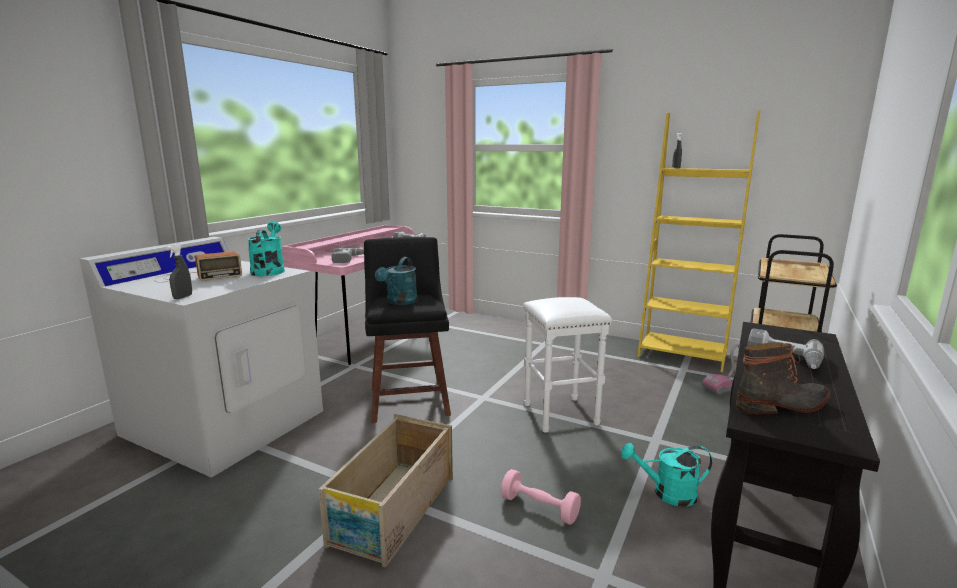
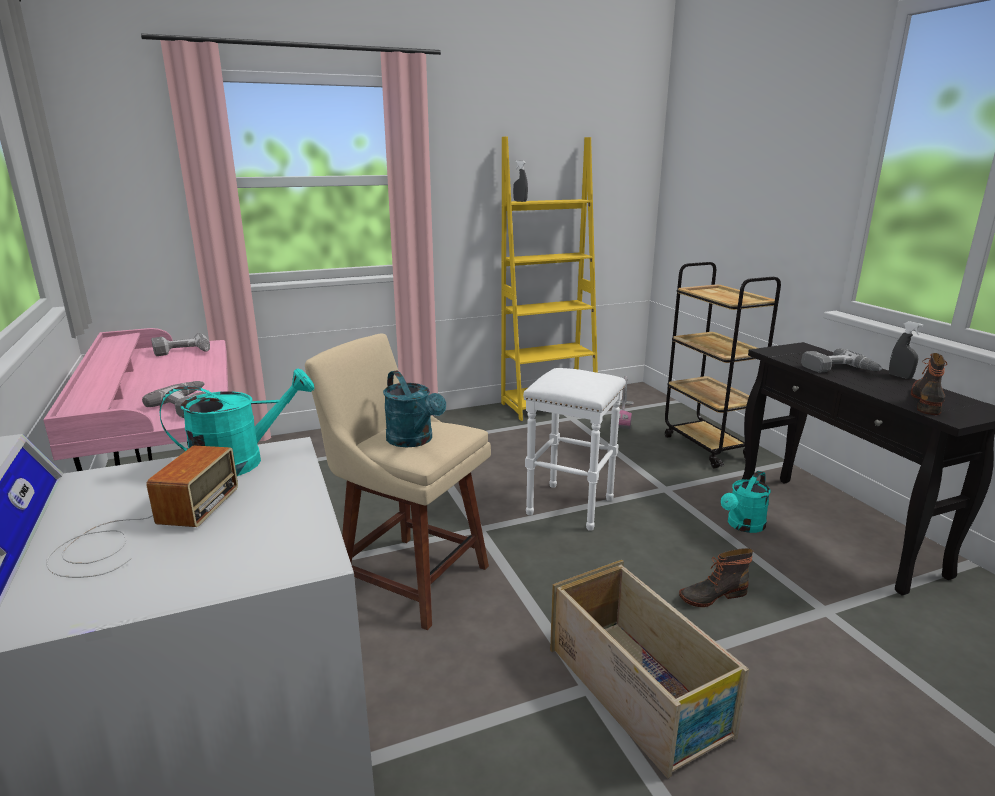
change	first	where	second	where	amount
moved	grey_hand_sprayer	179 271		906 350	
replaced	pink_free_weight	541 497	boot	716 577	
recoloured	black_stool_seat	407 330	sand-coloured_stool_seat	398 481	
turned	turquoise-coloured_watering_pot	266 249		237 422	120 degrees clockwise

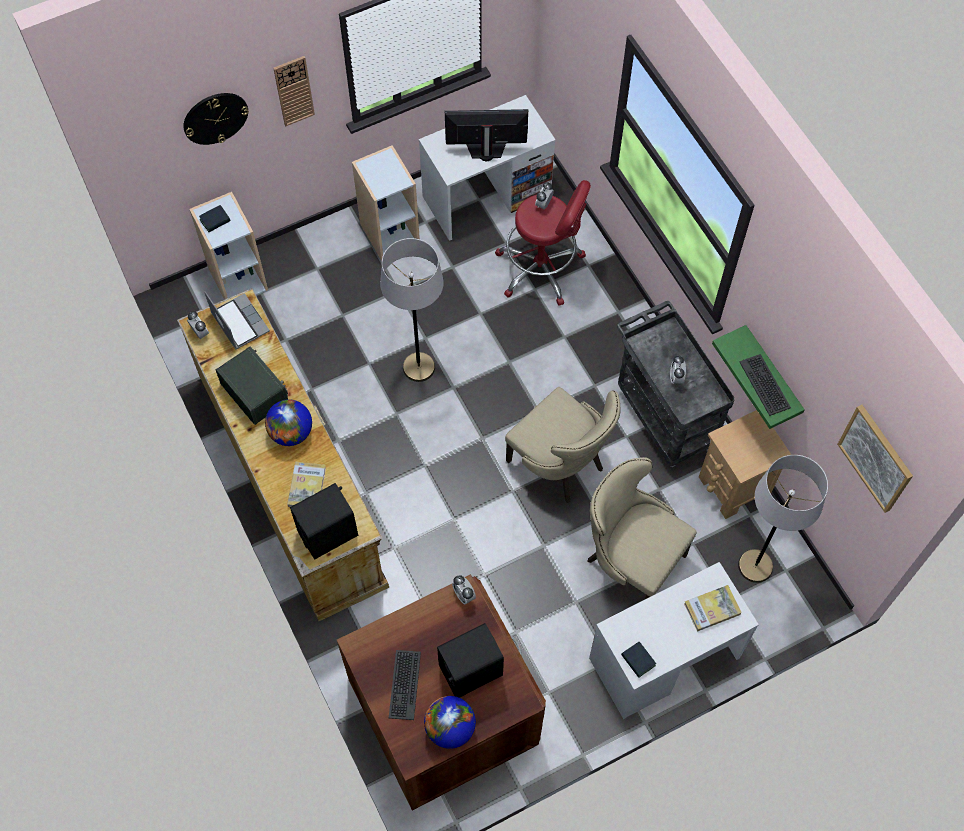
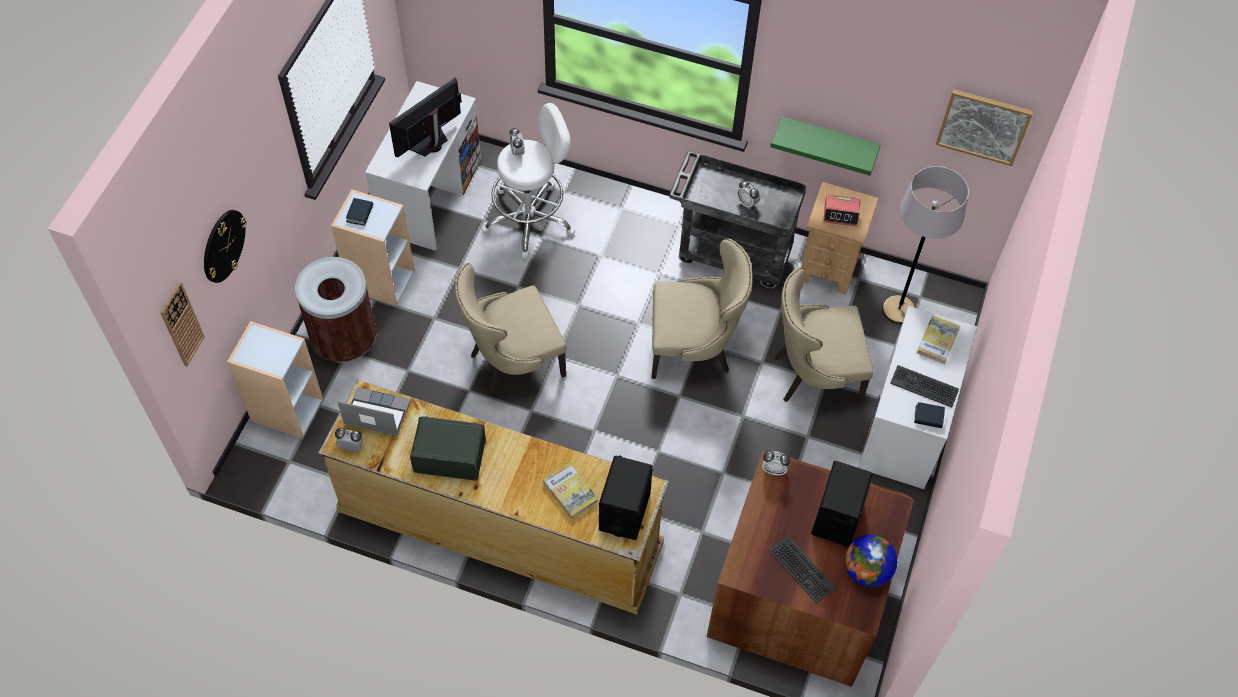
change	first	where	second	where	amount
removed	globe	288 422			
added			brown_trash_can	336 310	
added			alarm_clock	842 210	
moved	bound_book	214 218		359 212	
moved	clock_on_the_wall	294 91		182 324	
moved	PC_keyboard	765 385		924 386	
replaced	grey_floor_lamp	412 310	sand-coloured_upright_chair	511 329	
recoloured	red-coloured_stool_seat	543 243	whitish_stool_seat	528 181	

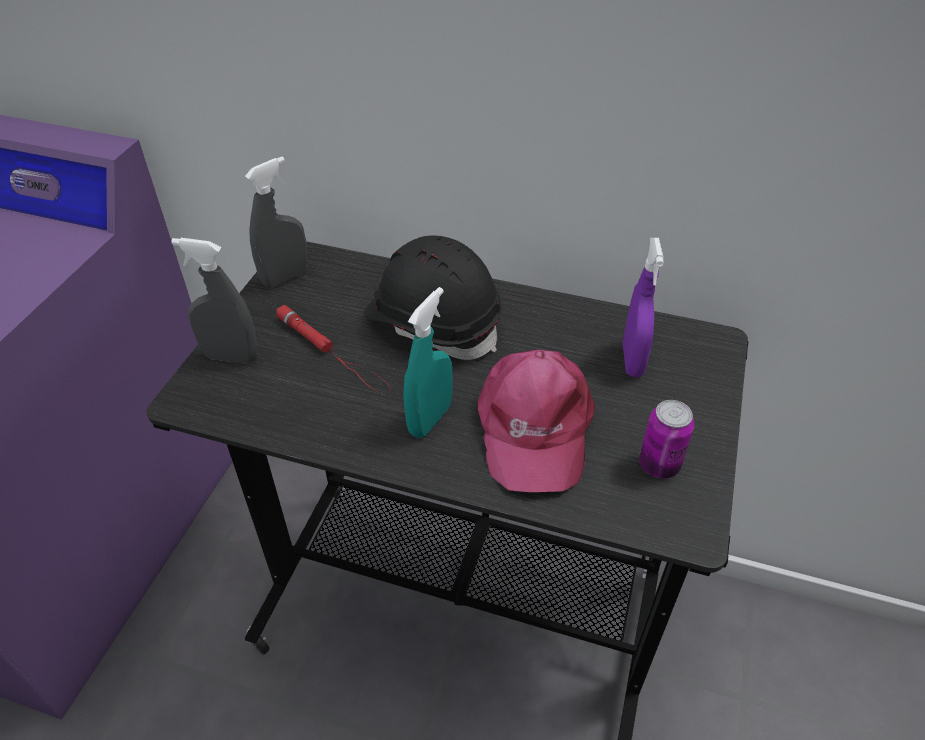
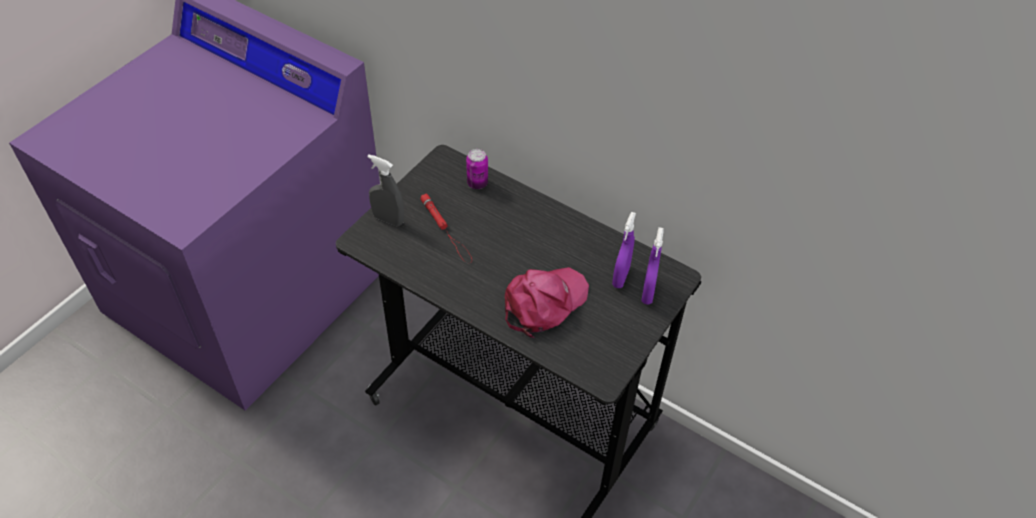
change	first	where	second	where	amount
removed	grey_hand_sprayer	276 222			
removed	black_work_helmet	433 298			
removed	turquoise-coloured_hand_sprayer	428 362			
added			purple-coloured_hand_sprayer	652 266	
moved	can	666 439		477 169	
turned	pink_peaked_cap	536 421		547 302	150 degrees counterclockwise

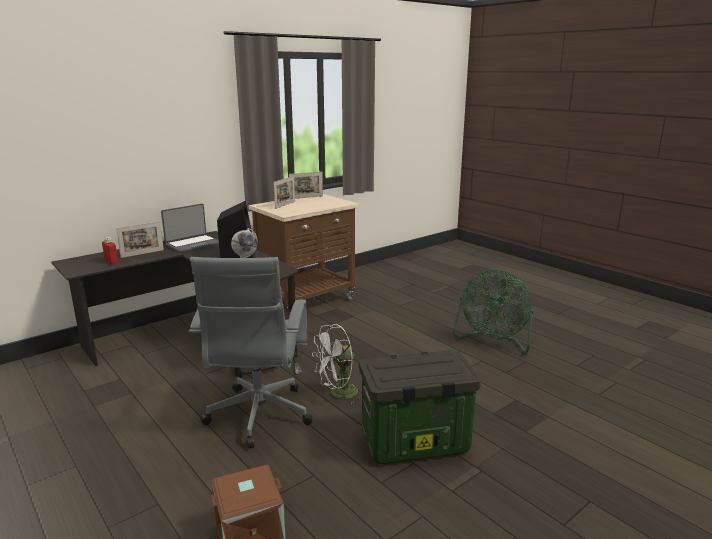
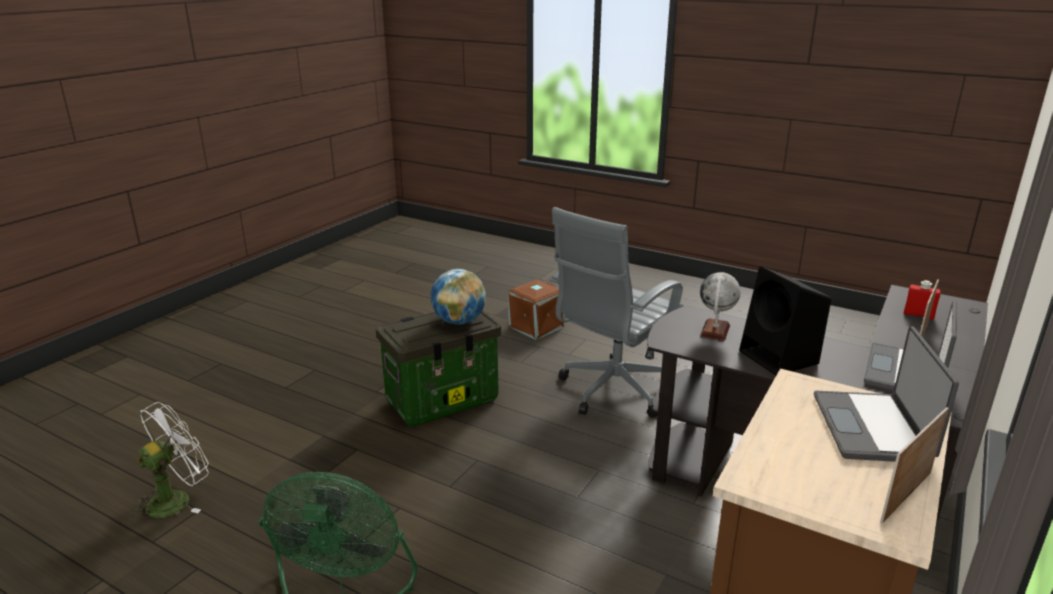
change	first	where	second	where	amount
added			globe	458 297	
moved	whitish_electric_fan	337 364		169 460	
replaced	photo_frame	284 192	portable_computer	886 394	
turned	grey_desk_chair	251 353		616 312	120 degrees counterclockwise

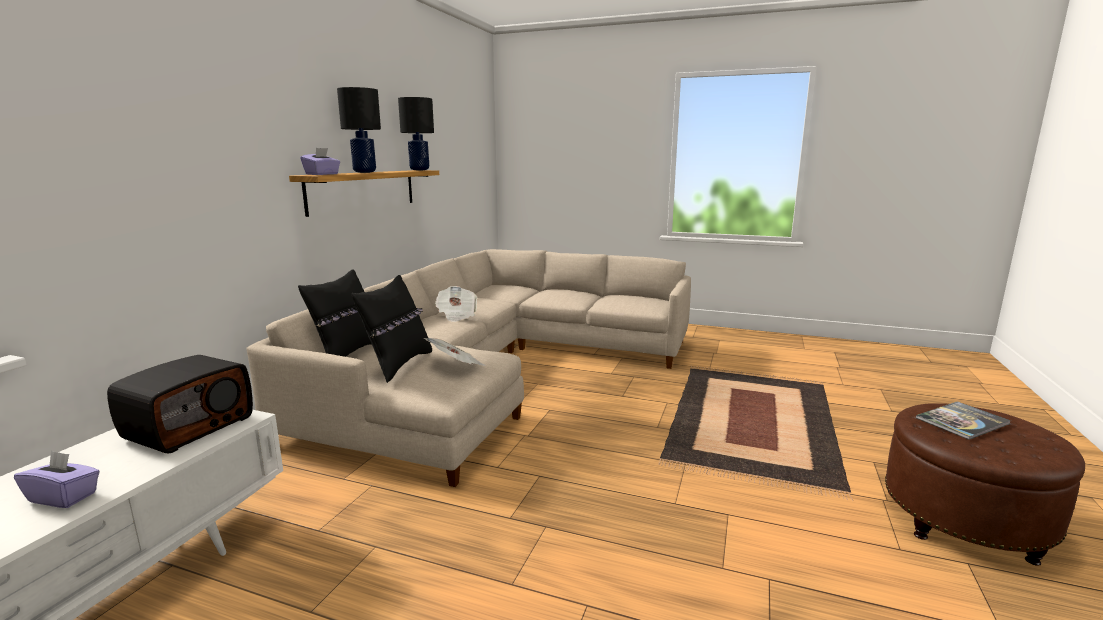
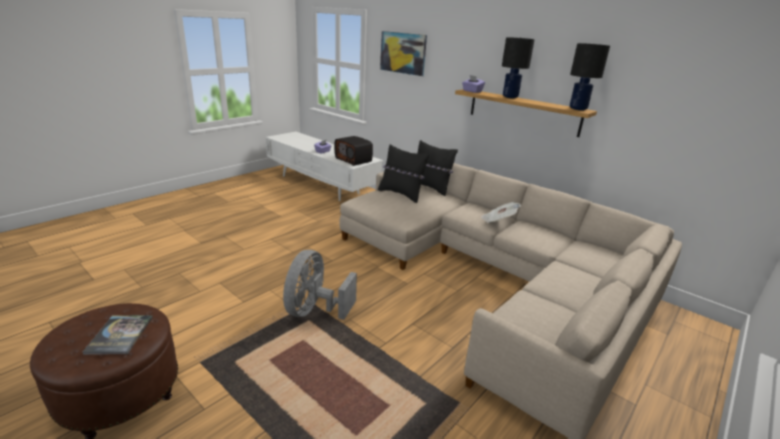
change	first	where	second	where	amount
removed	newspaper	455 352			
added			grey_electric_fan	320 285	
added			picture	403 53	

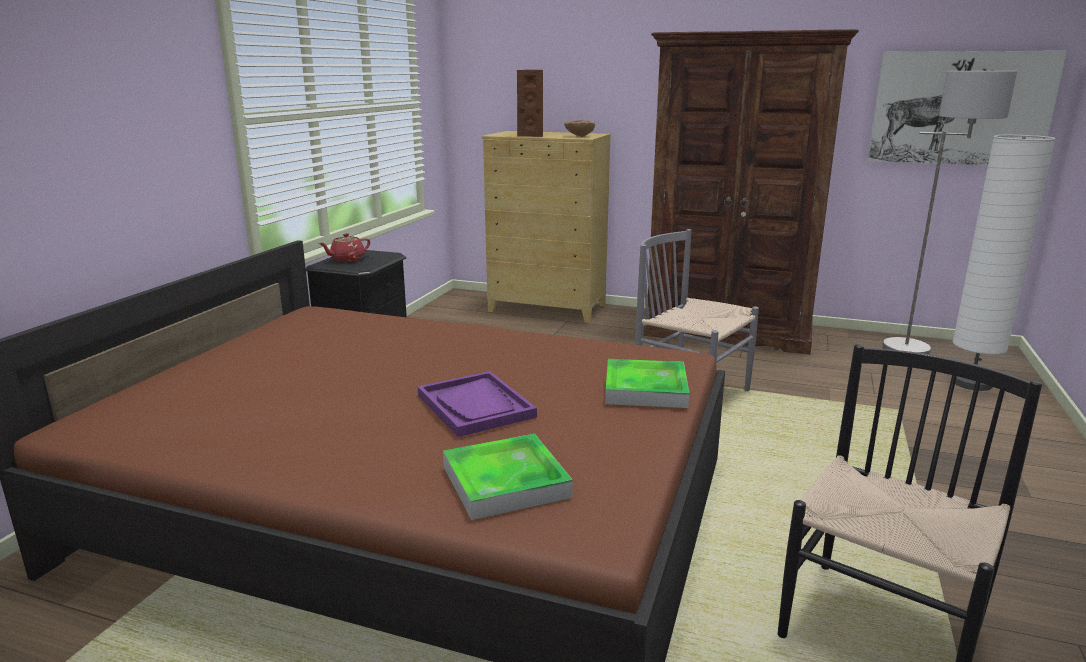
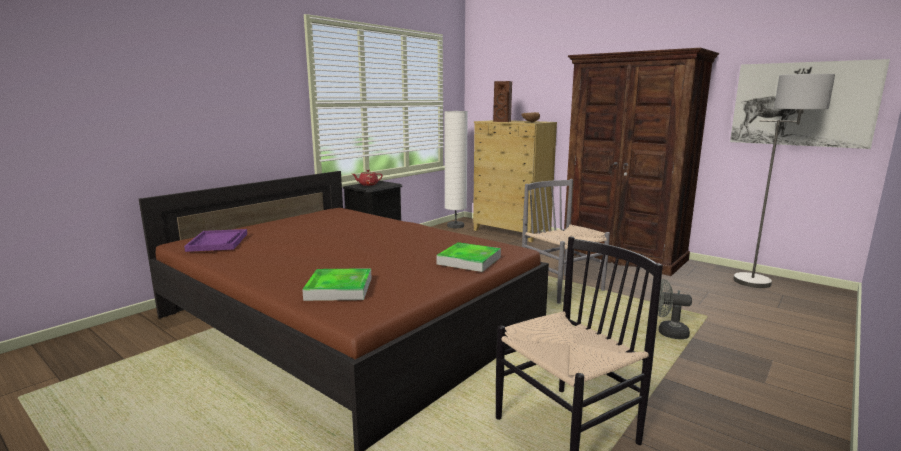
change	first	where	second	where	amount
added			grey_electric_fan	675 309	
moved	purple-coloured_serving_tray	477 404		215 240	
moved	whitish_floor_lamp	1004 263		456 169	

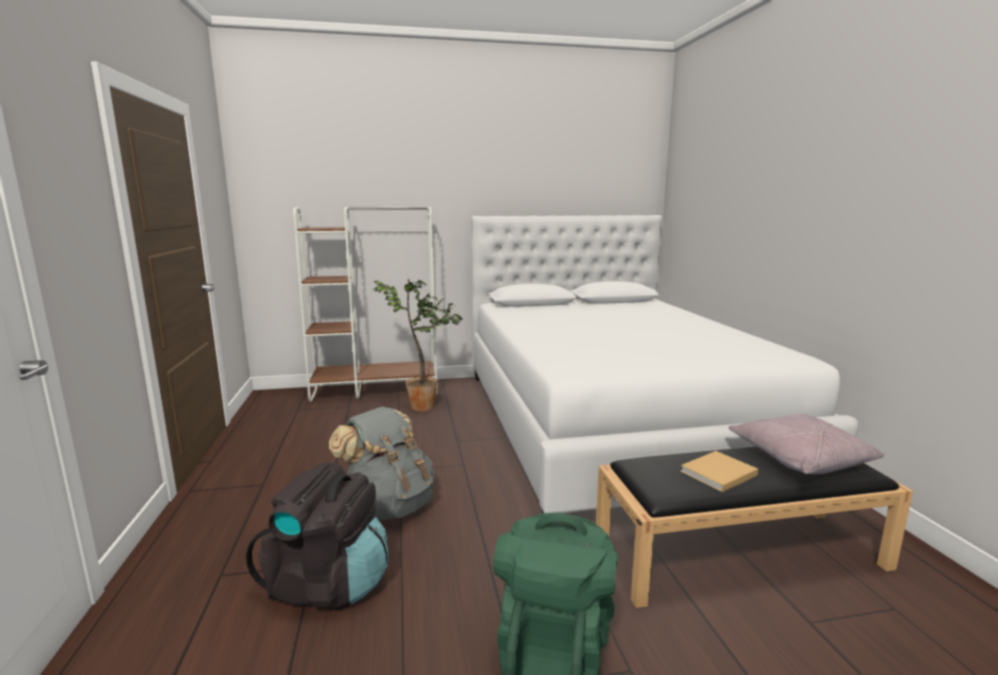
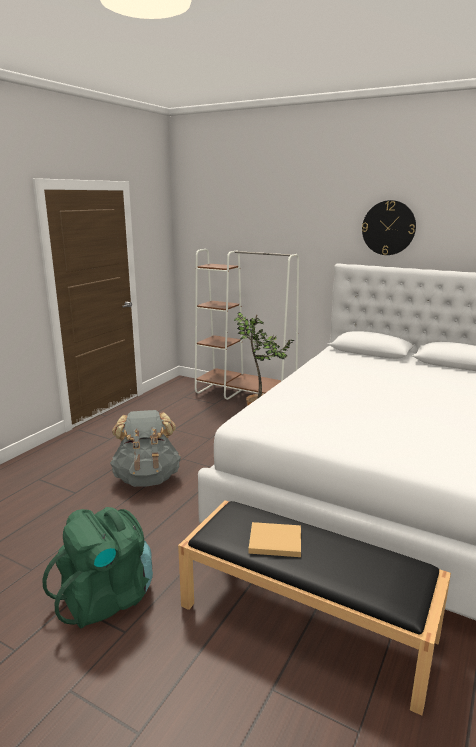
change	first	where	second	where	amount
removed	black_backpack	317 536			
removed	purple-coloured_throw_pillow	806 444			
added			clock_on_the_wall	389 227	

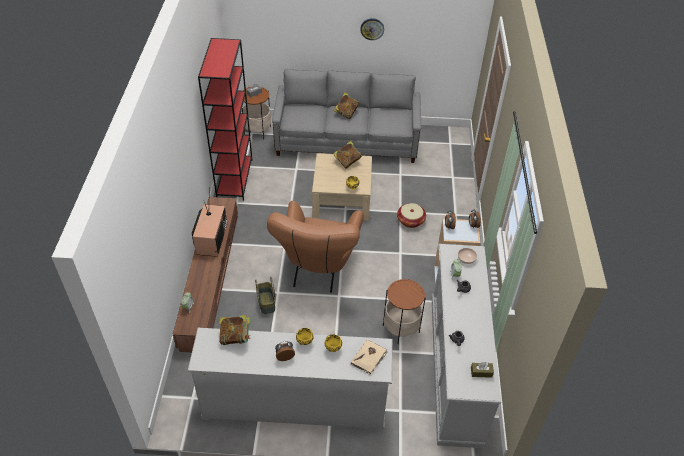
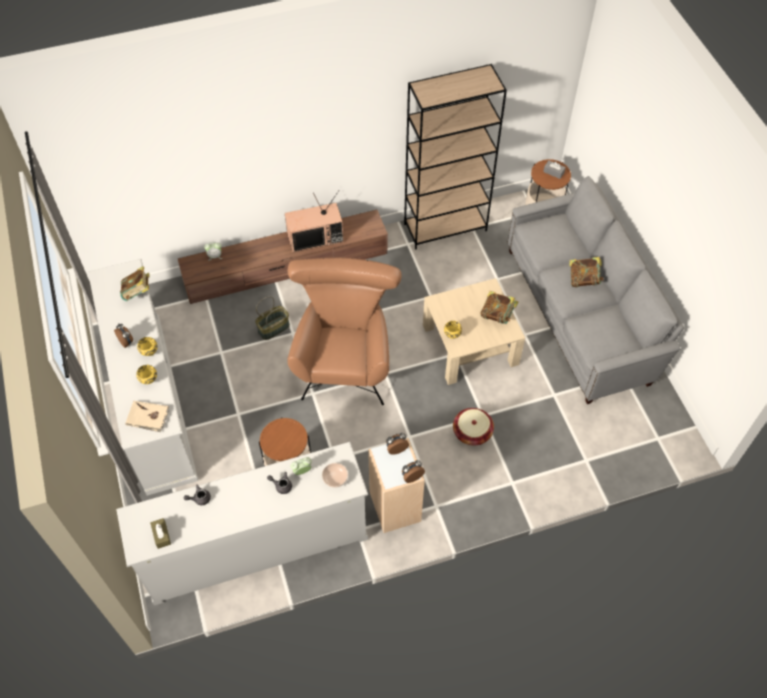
change	first	where	second	where	amount
removed	clock_on_the_wall	372 29			
recoloured	red-coloured_bookshelf	225 119	sand-coloured_bookshelf	455 157	
turned	brown_armchair	315 247		344 331	105 degrees clockwise

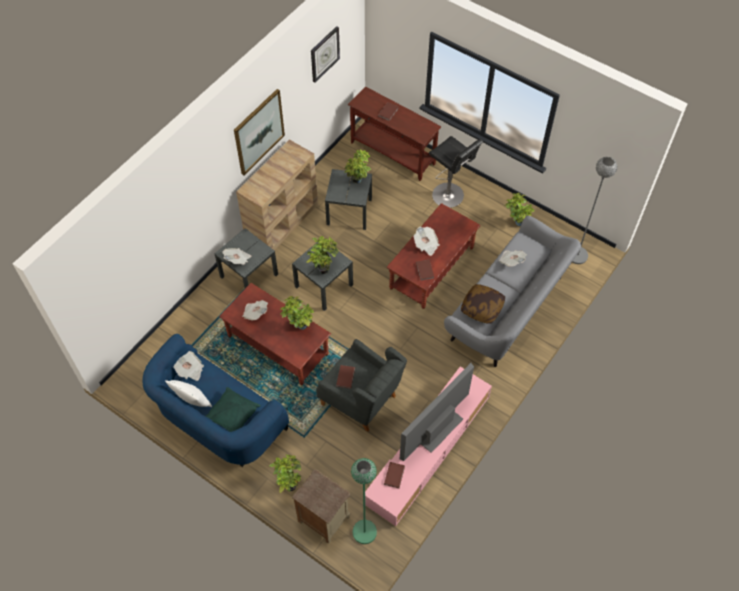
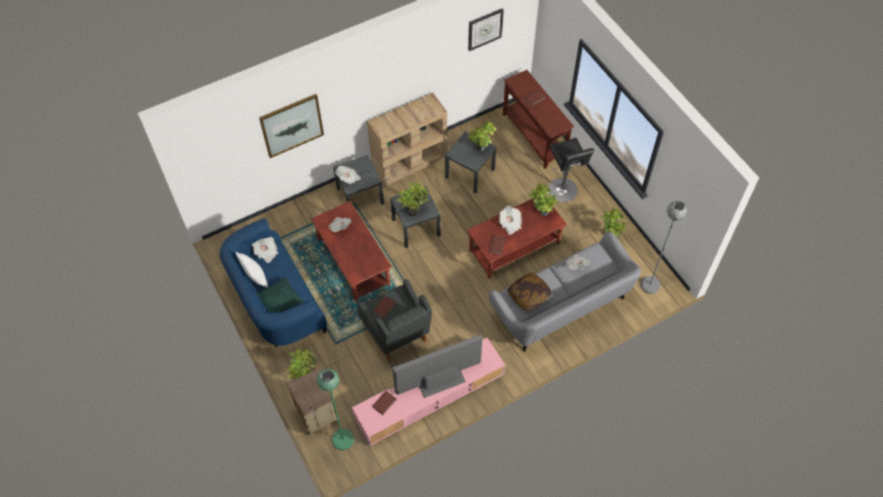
change	first	where	second	where	amount
moved	picture	259 132		291 126	
moved	plant_in_a_pot	297 313		543 200	

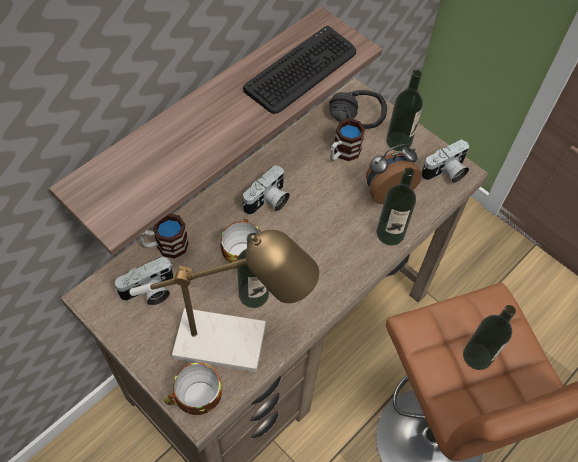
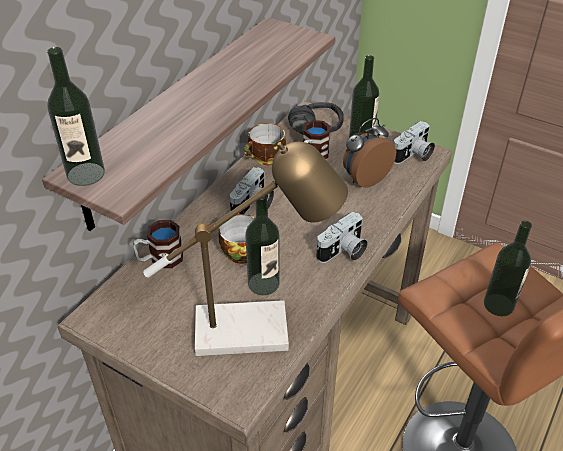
change	first	where	second	where	amount
removed	PC_keyboard	299 70			
moved	photo_camera	144 281		342 237	
moved	small_cup	193 389		265 144	
moved	beverage_bottle	396 206		76 116	

